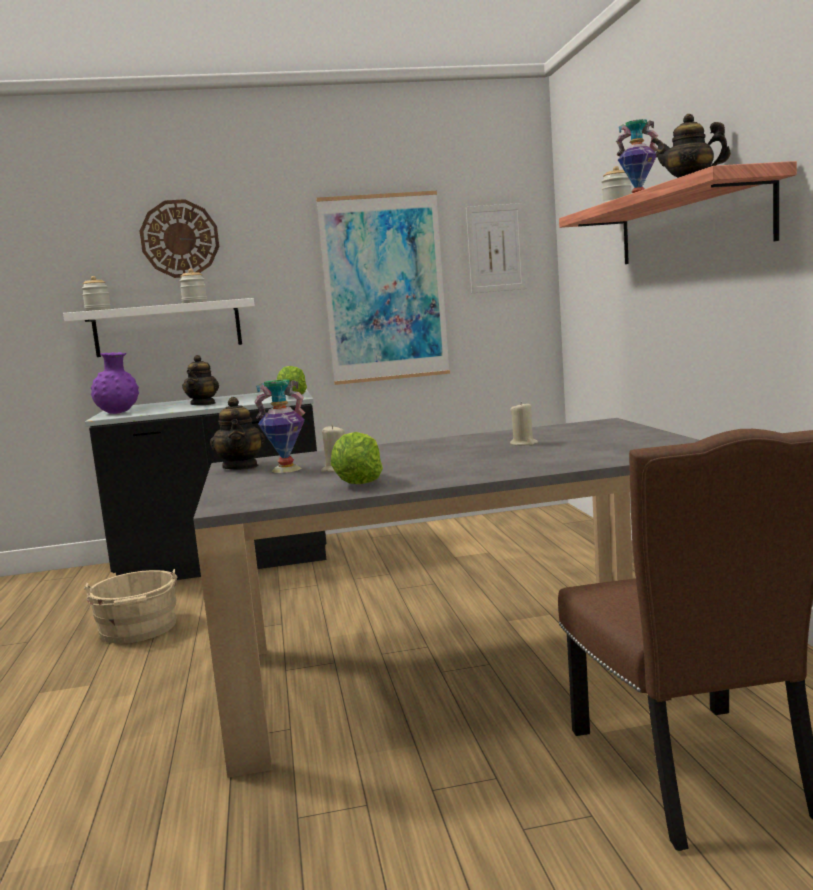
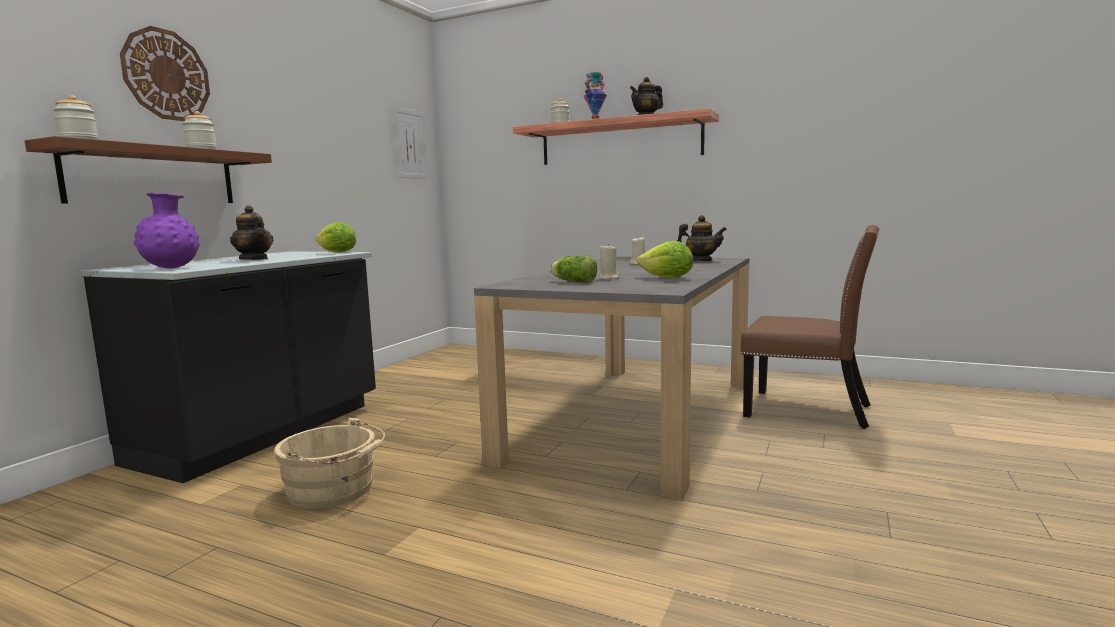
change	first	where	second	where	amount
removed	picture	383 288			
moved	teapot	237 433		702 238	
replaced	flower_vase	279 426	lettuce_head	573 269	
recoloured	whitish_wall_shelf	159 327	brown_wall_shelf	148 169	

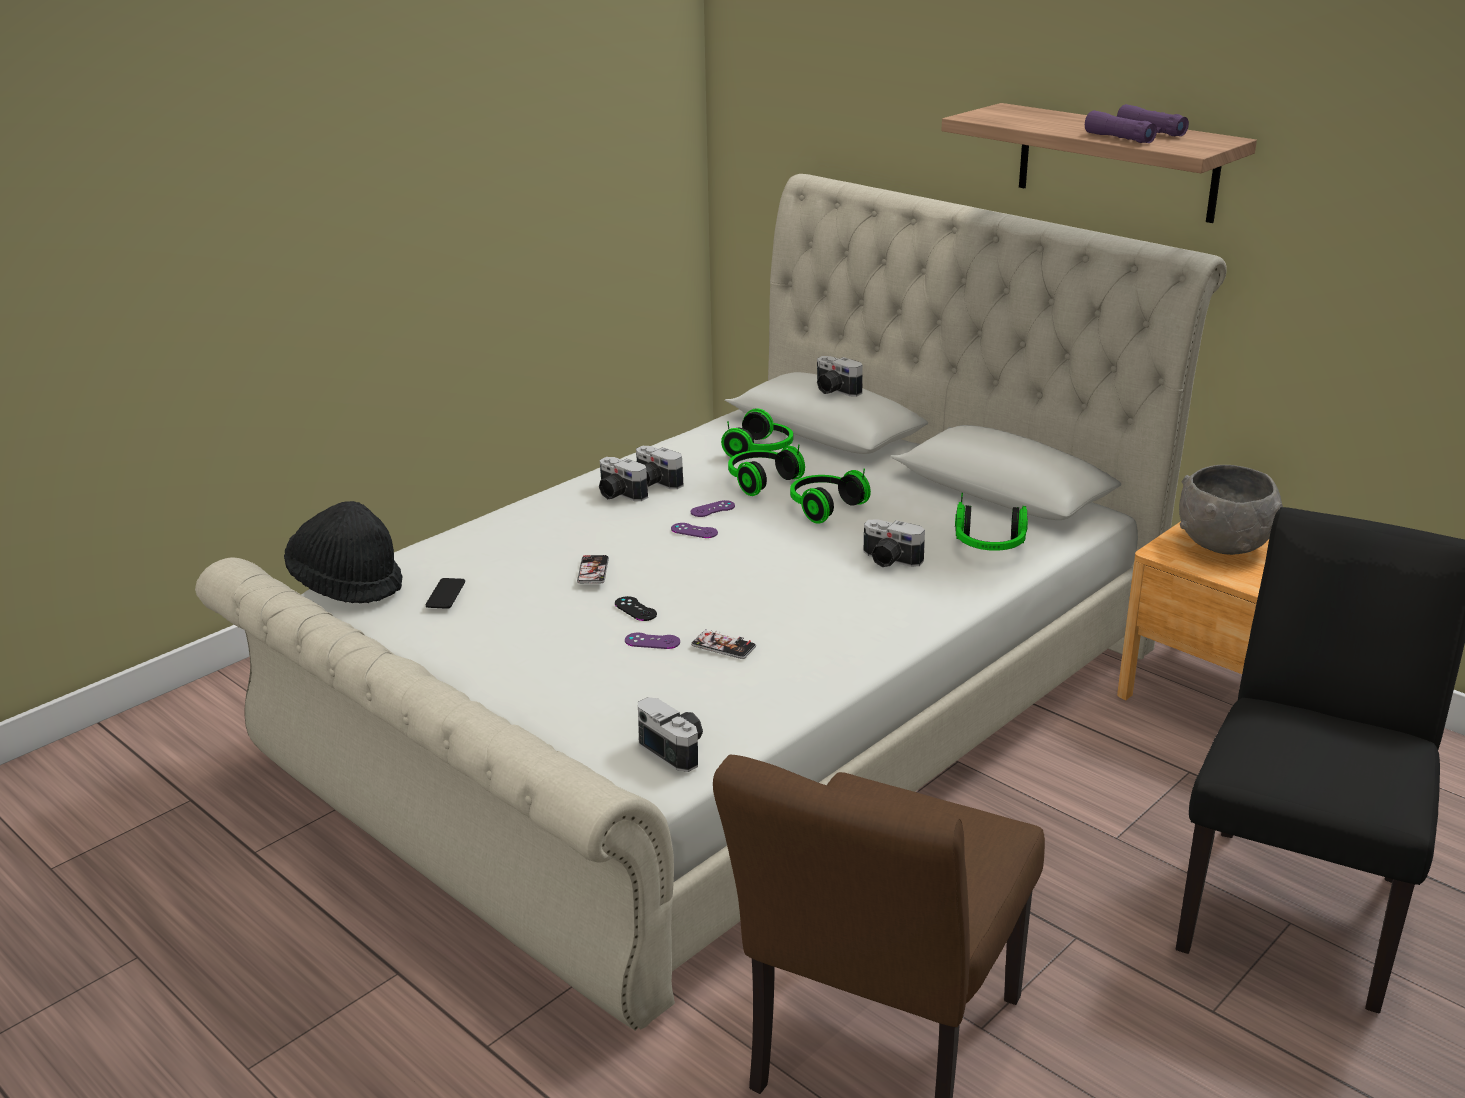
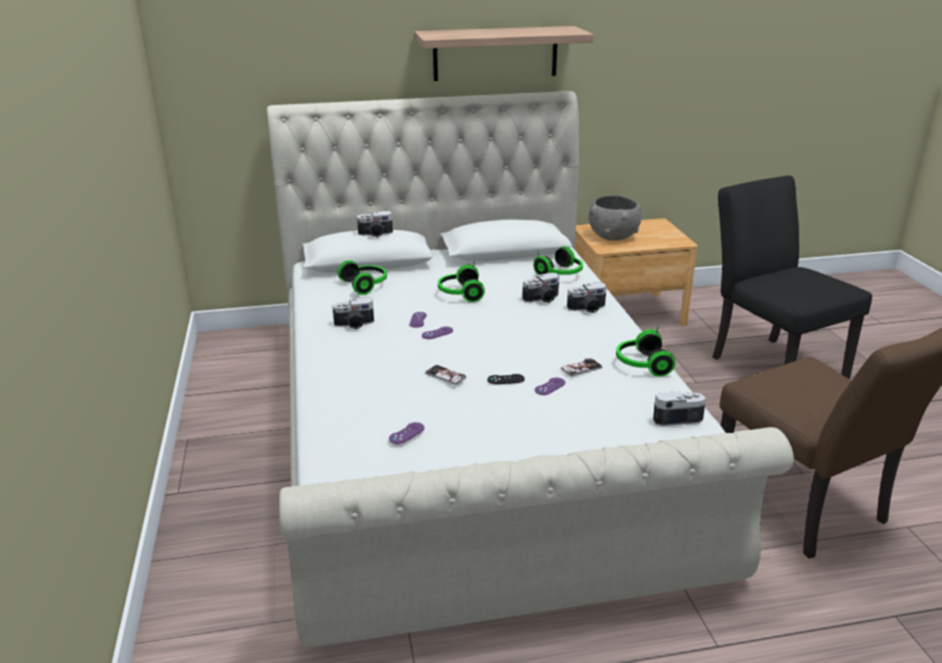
change	first	where	second	where	amount
removed	black_clothing_hat	343 552			
removed	purple-coloured_field_glasses	1137 123			
moved	photo_camera	623 479		587 297	
moved	pair_of_headphones	766 470		646 351	
replaced	handset	445 593	purple-coloured_gamepad	406 433	

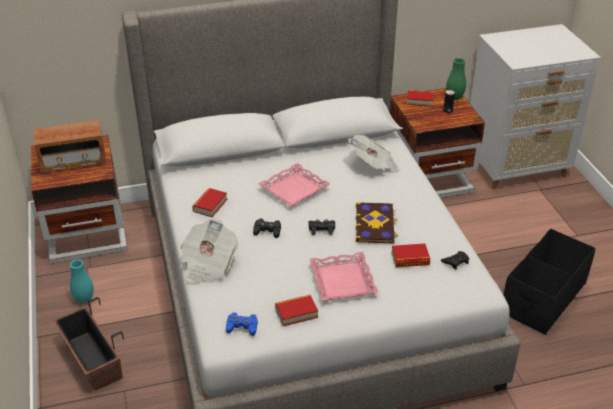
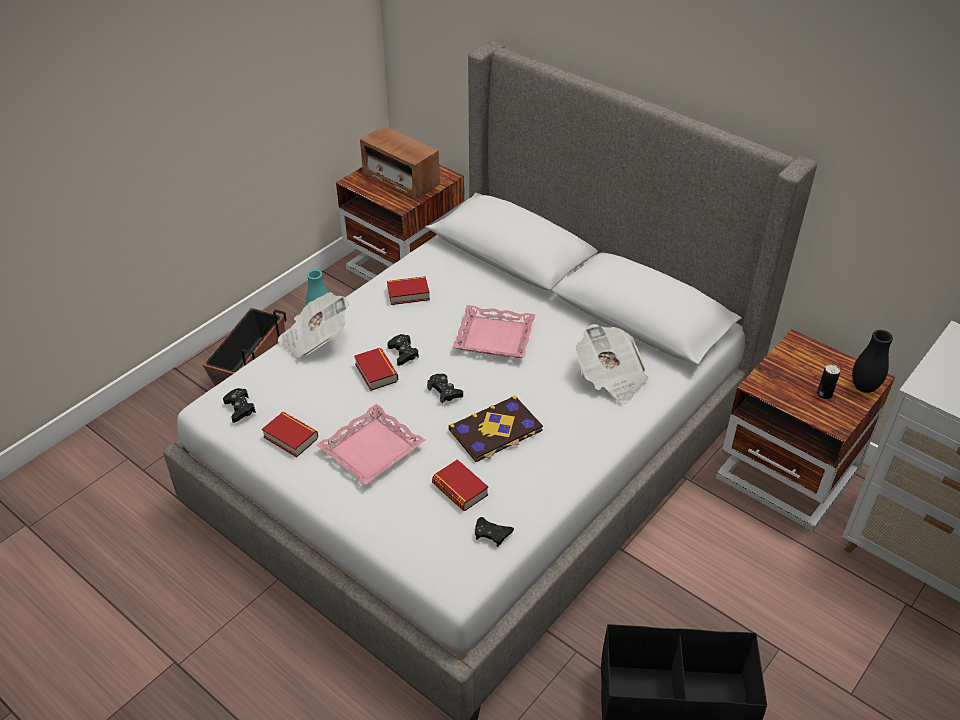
change	first	where	second	where	amount
moved	bound_book	420 98		376 369	
recoloured	bluish_gamepad	242 324	black_gamepad	239 405	
recoloured	greenish_flower_vase	456 79	black_flower_vase	872 361	

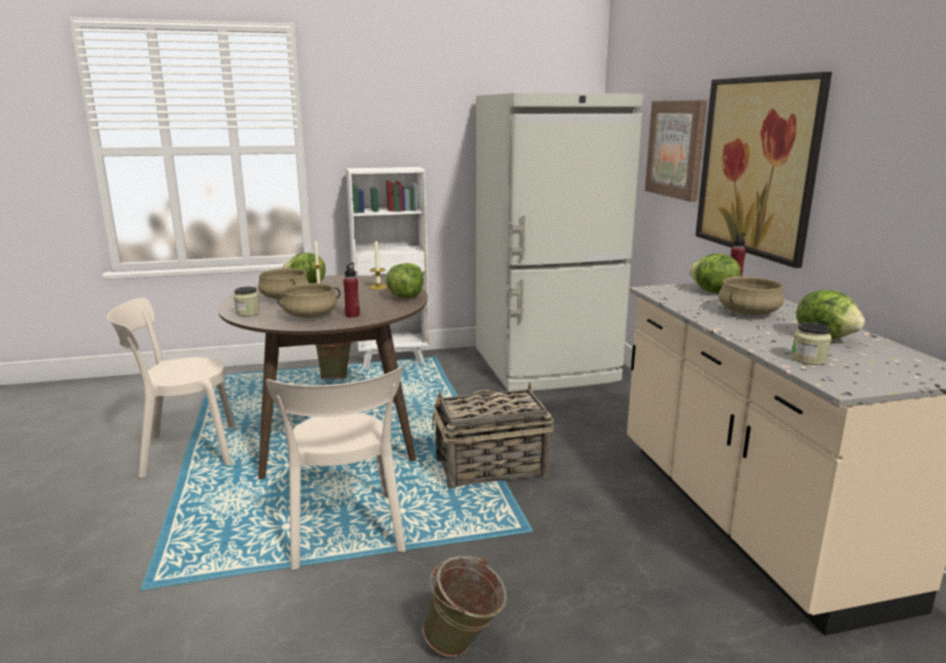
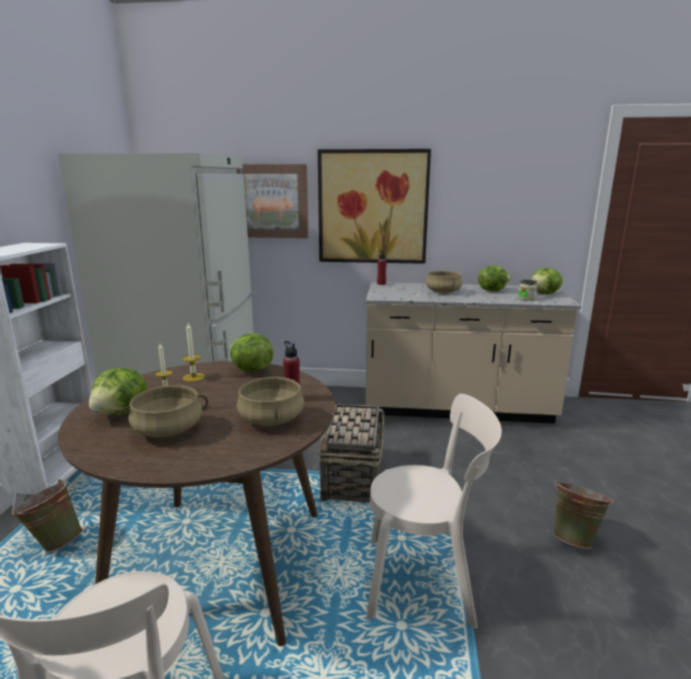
change	first	where	second	where	amount
removed	jar	247 301			
moved	lettuce_head	715 273		547 281	

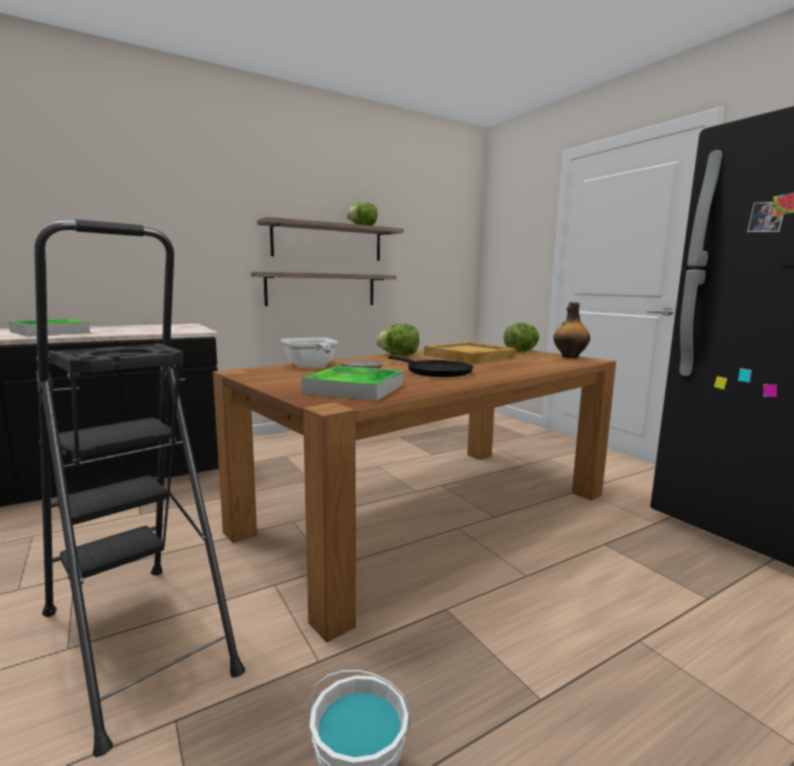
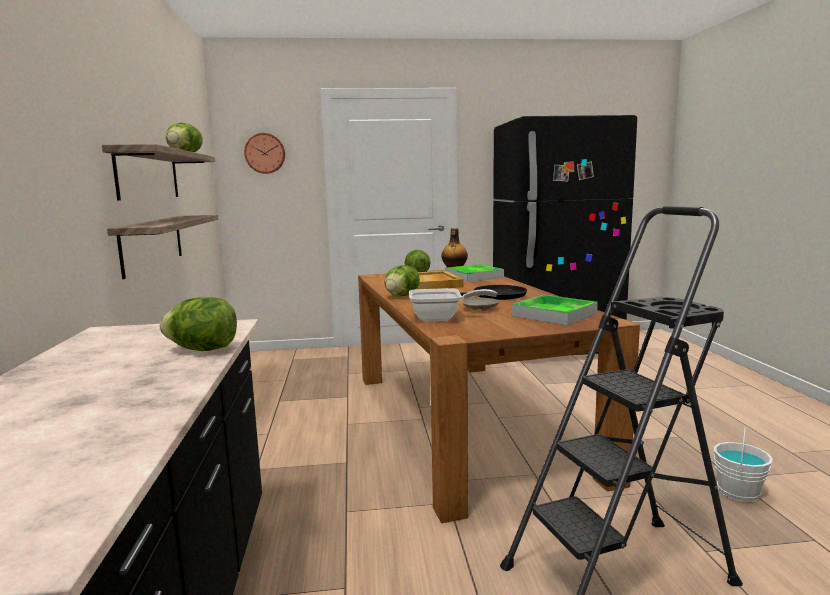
change	first	where	second	where	amount
added			lettuce_head	198 324	
added			clock_on_the_wall	264 153	
moved	serving_tray	49 327		474 273	

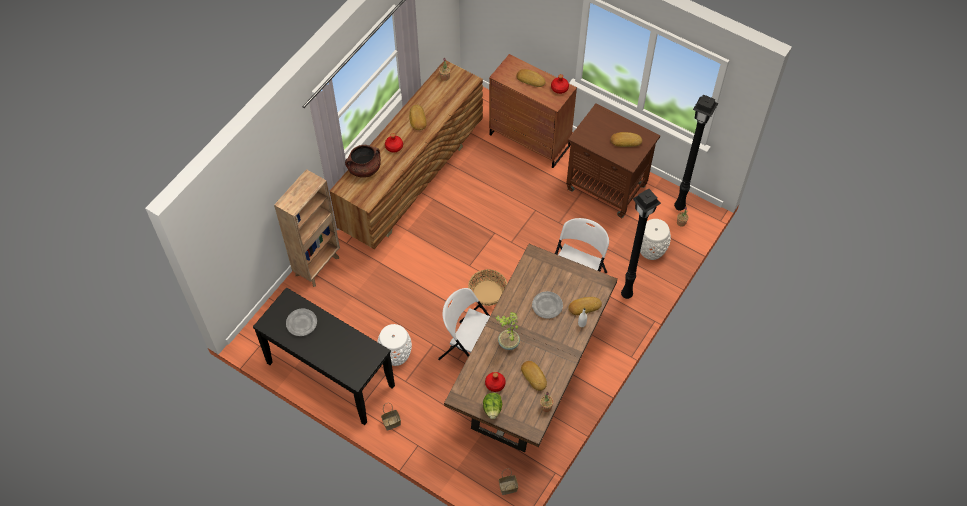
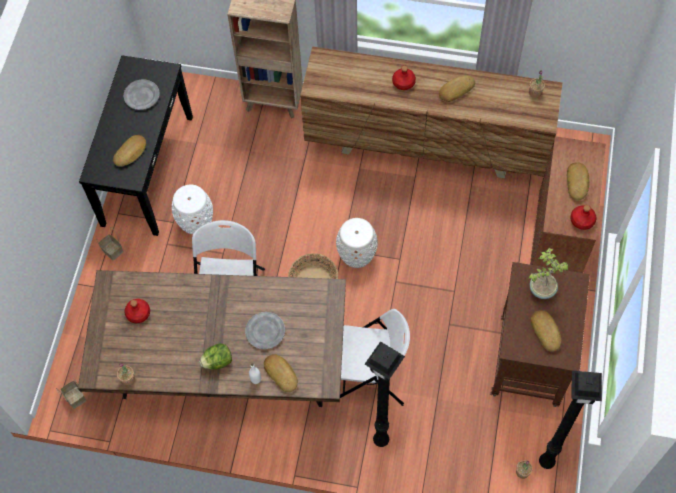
change	first	where	second	where	amount
removed	brown_saucepot	363 161			
moved	lettuce_head	493 406		215 357	
moved	plant_in_a_pot	507 331		548 273	
moved	baked_bread	534 376		129 150	
moved	whitish_stool_seat	655 239		357 243	

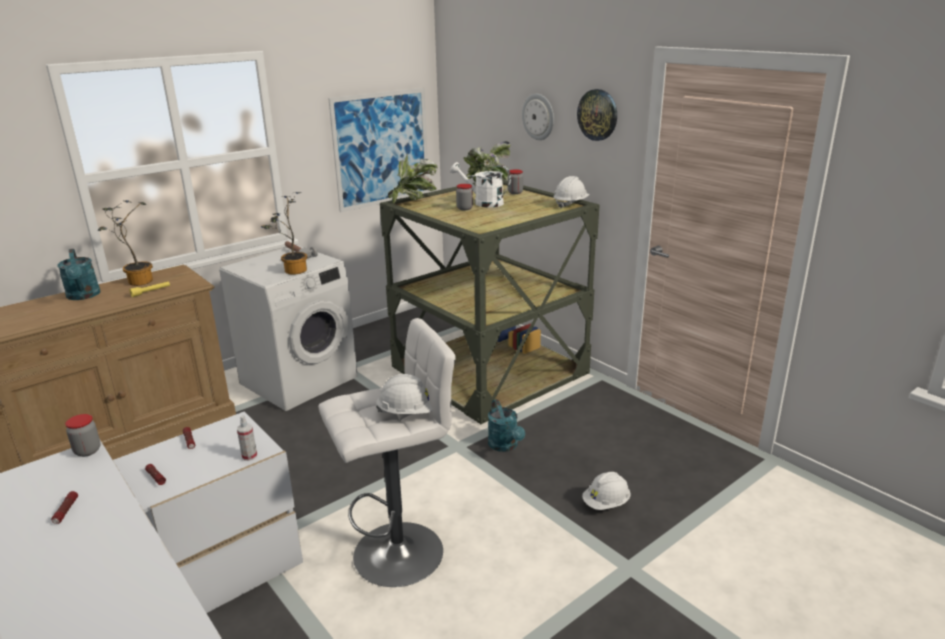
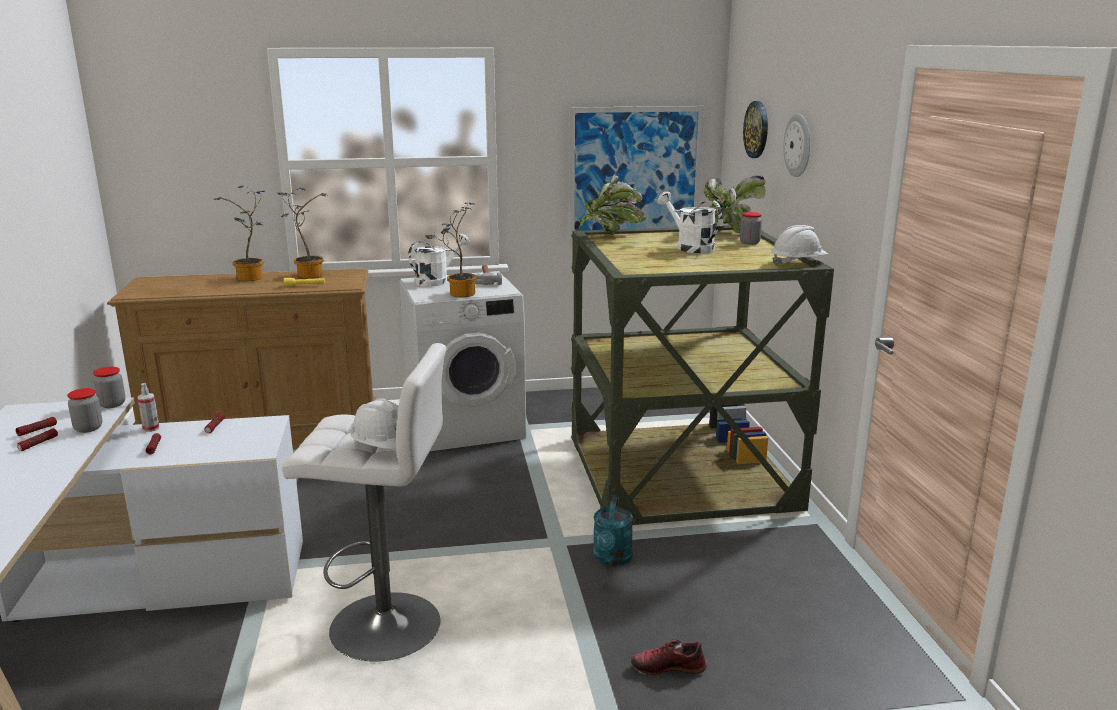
change	first	where	second	where	amount
added			hand_torch	36 426	
added			whitish_watering_pot	439 260	
moved	hand_sprayer	247 438		148 407	
moved	jar	464 197		84 410	
moved	clock_on_the_wall	597 115		755 129	
replaced	turquoise-coloured_watering_pot	79 274	plant_in_a_pot	239 233	
replaced	whitish_work_helmet	606 491	shoe	669 657	

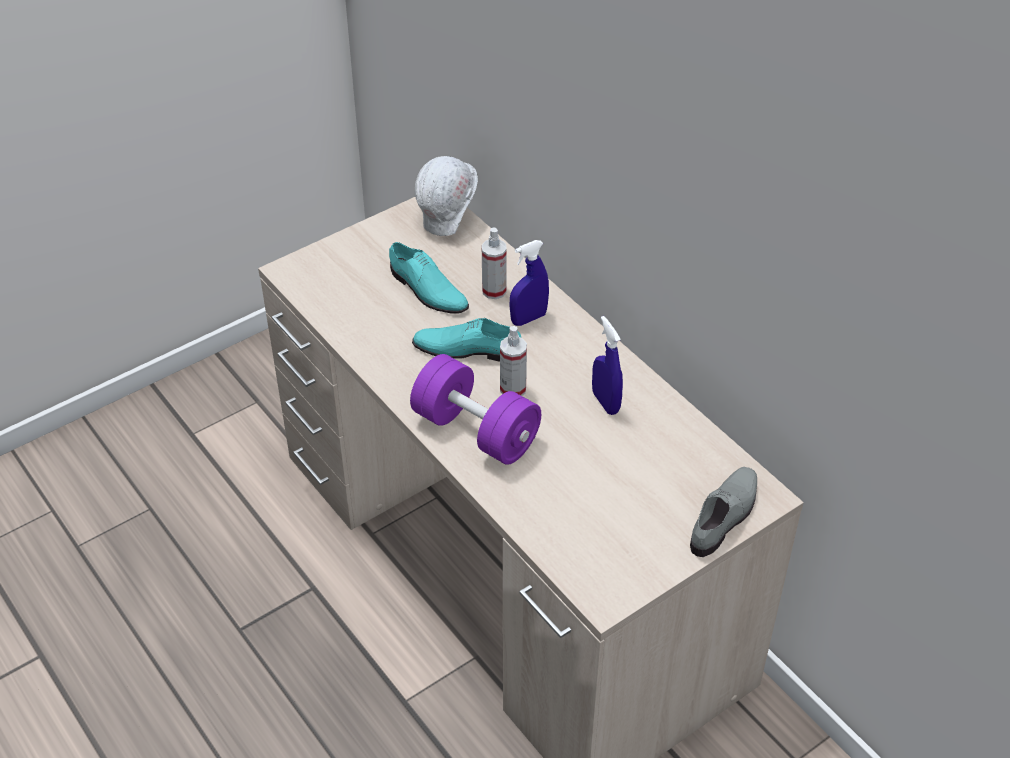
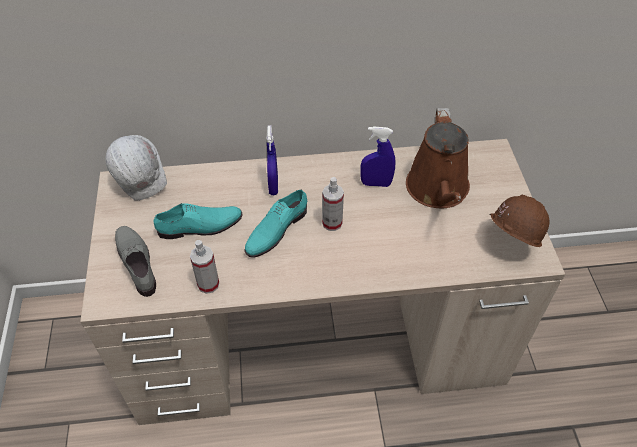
change	first	where	second	where	amount
removed	purple-coloured_free_weight	475 409			
added			brown_watering_pot	438 158	
added			brown_work_helmet	519 221	
moved	hand_sprayer	494 263		204 267	
moved	grey_shoe	723 512		135 261	

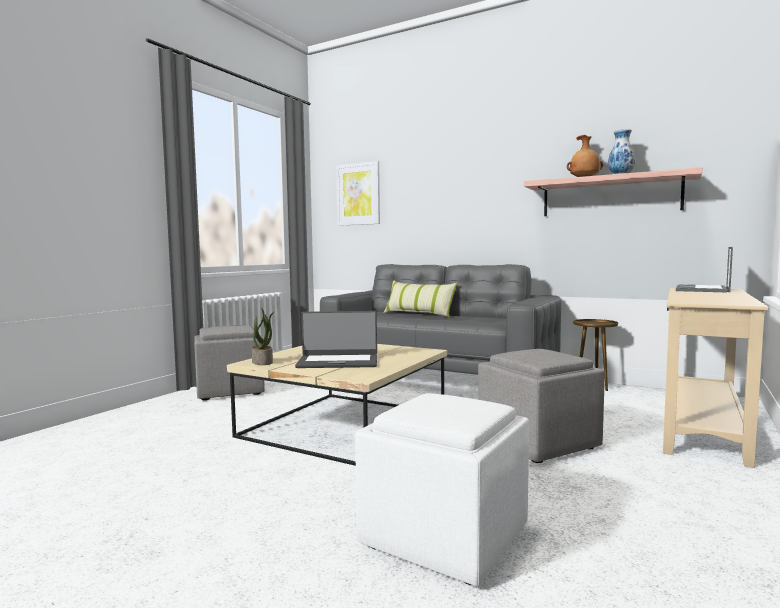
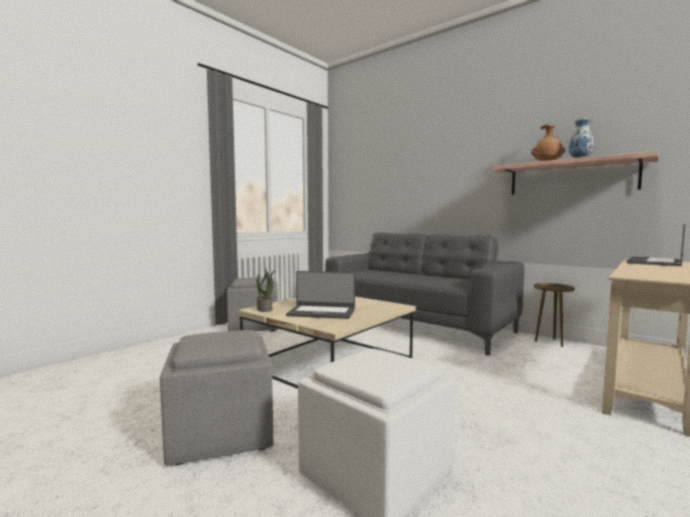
change	first	where	second	where	amount
removed	picture	358 193			
removed	throw_pillow	420 299			
moved	grey_ottoman	541 406		216 397	

